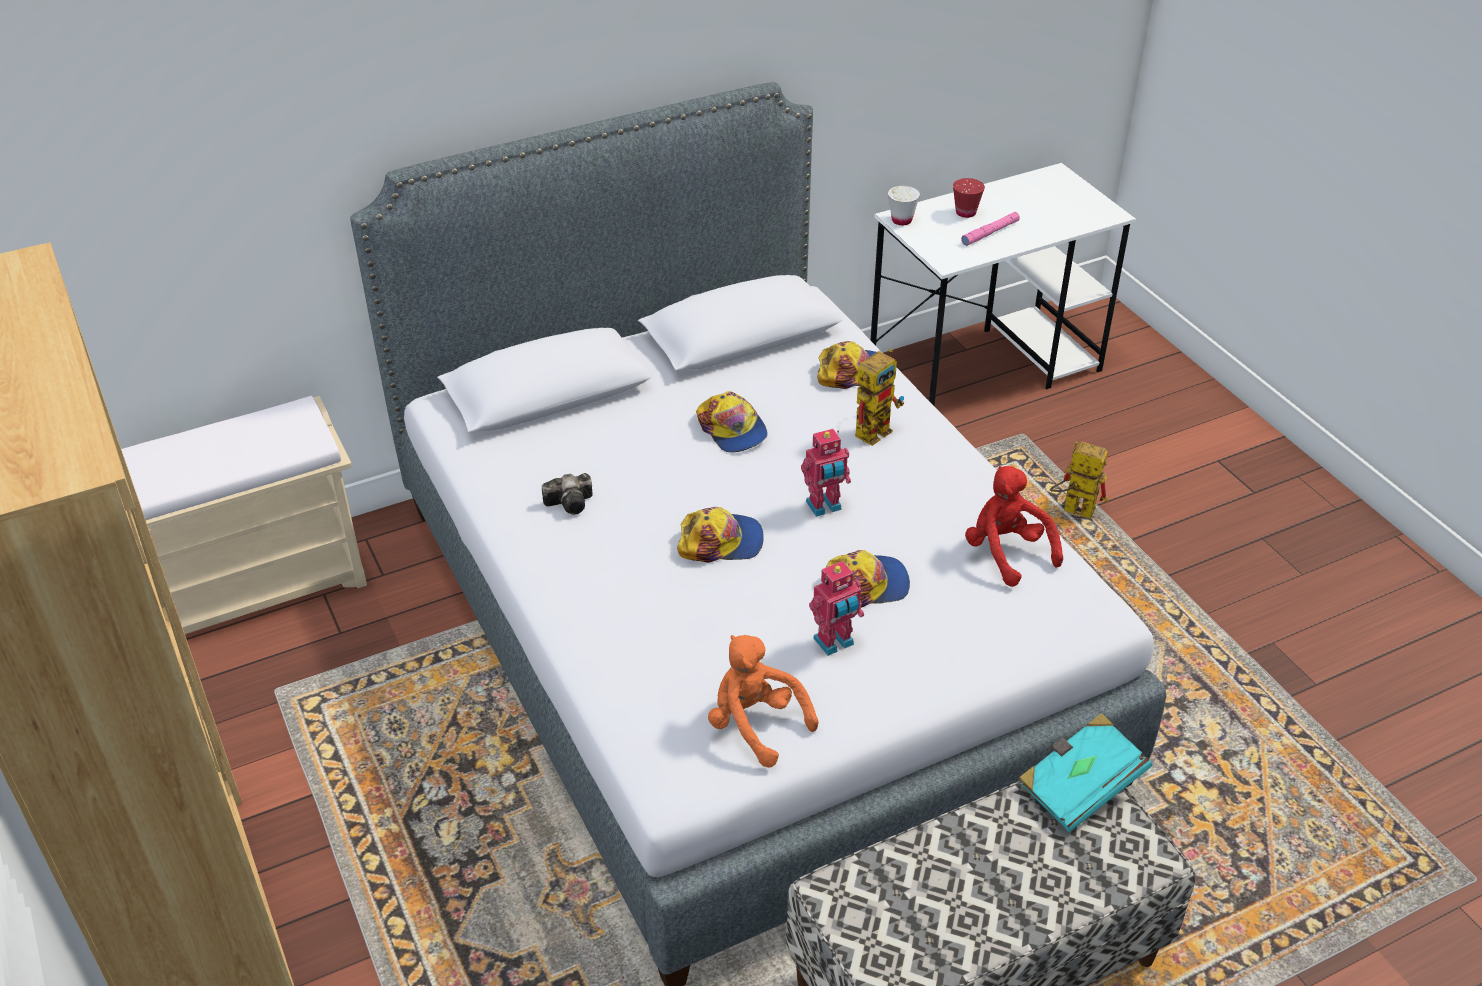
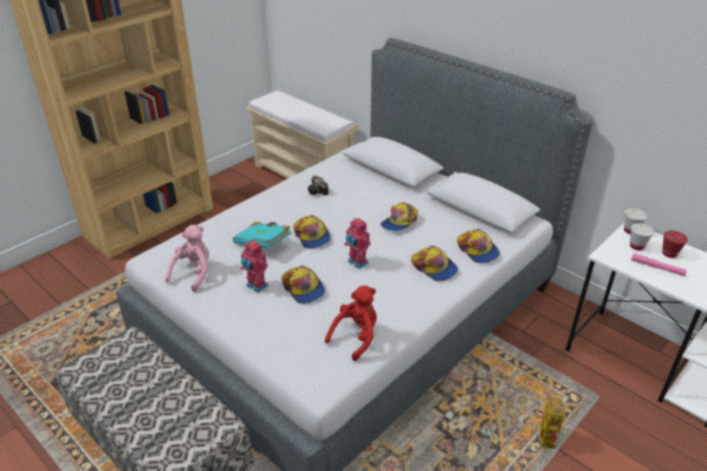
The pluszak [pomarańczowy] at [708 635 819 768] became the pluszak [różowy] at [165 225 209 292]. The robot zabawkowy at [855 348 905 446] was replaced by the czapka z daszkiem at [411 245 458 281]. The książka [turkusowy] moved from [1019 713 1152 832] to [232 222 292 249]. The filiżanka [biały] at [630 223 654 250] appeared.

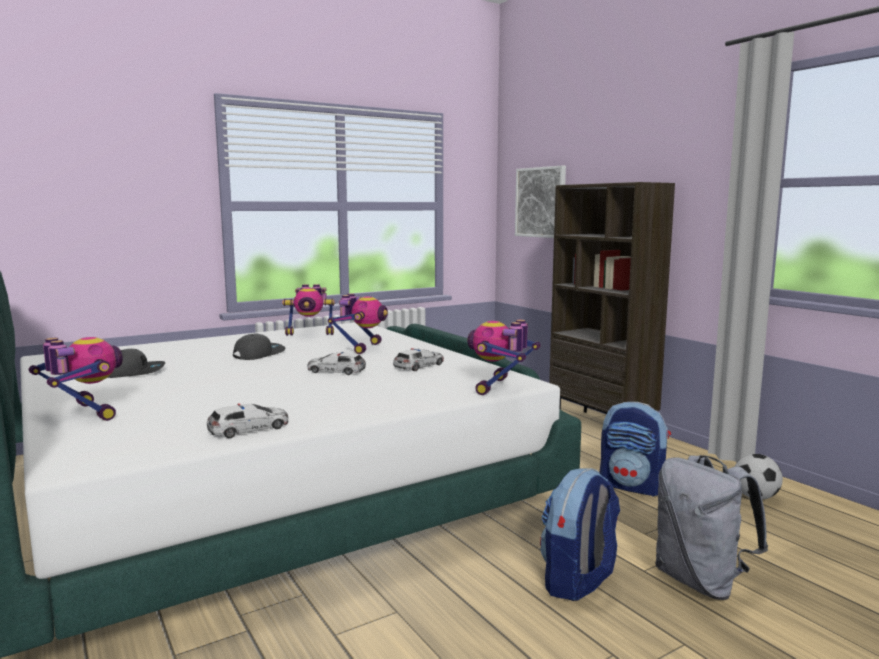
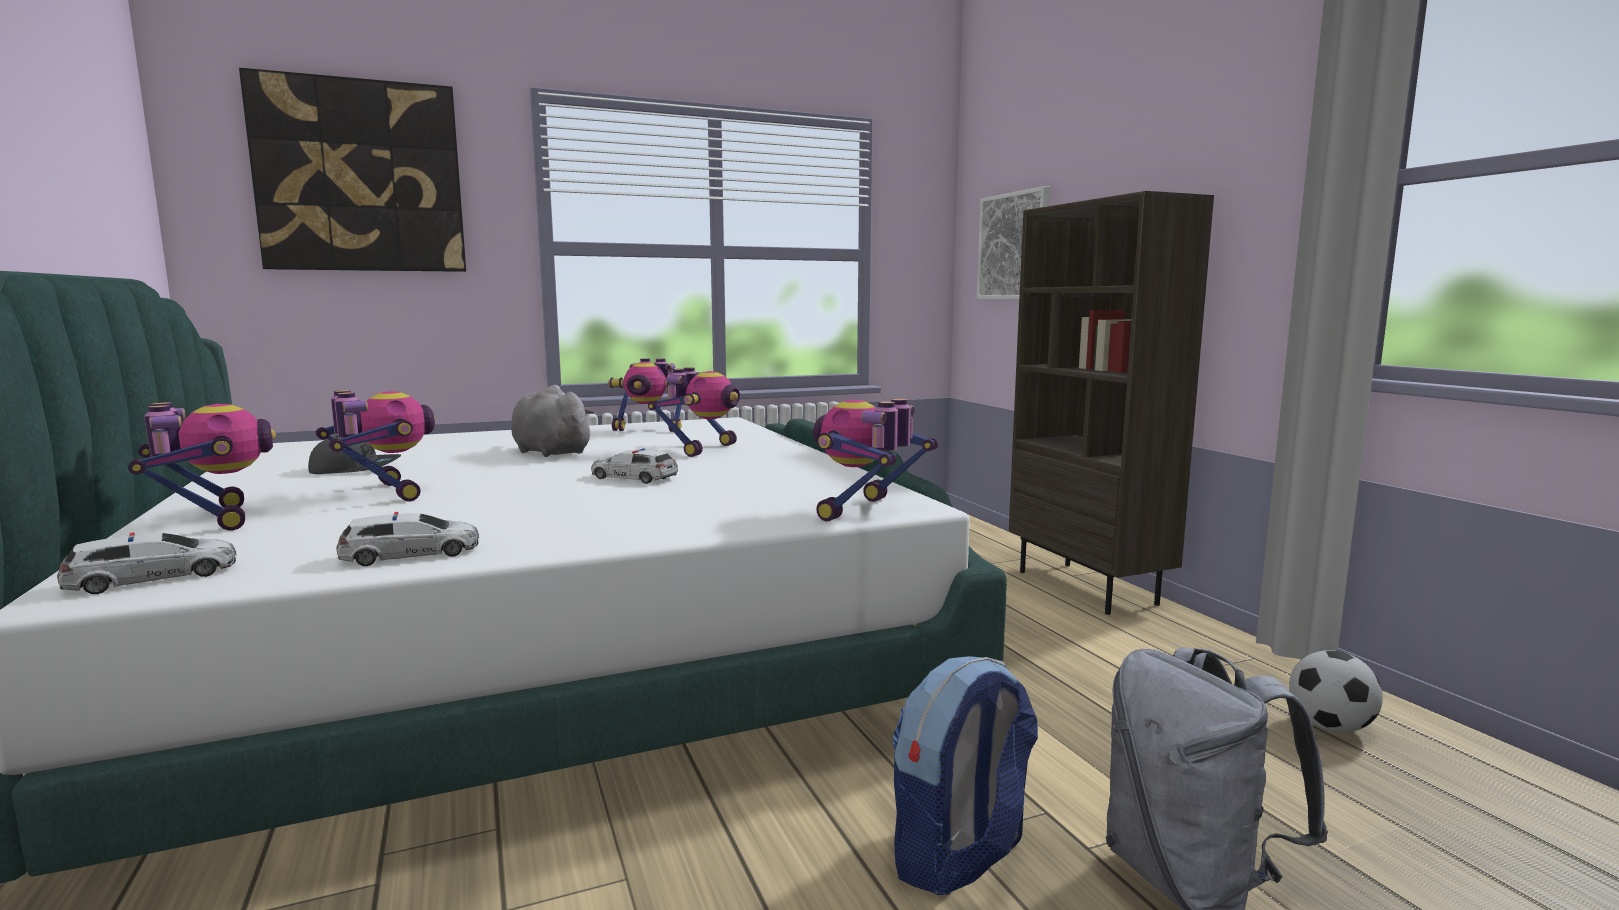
The czapka z daszkiem [szary] at [233 333 285 360] was replaced by the pluszak [szary] at [511 385 595 457]. The samochodzik moved from [393 348 444 371] to [57 532 236 594]. The plecak at [600 402 671 496] disappeared. The obraz at [239 68 466 272] appeared. The robot zabawkowy at [316 390 435 502] appeared.

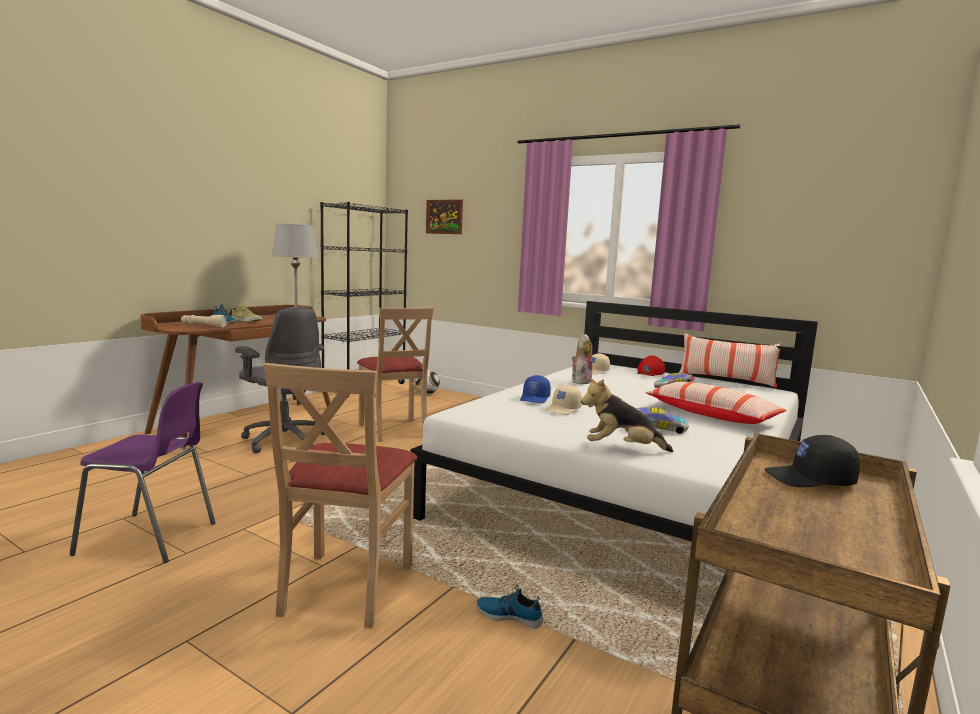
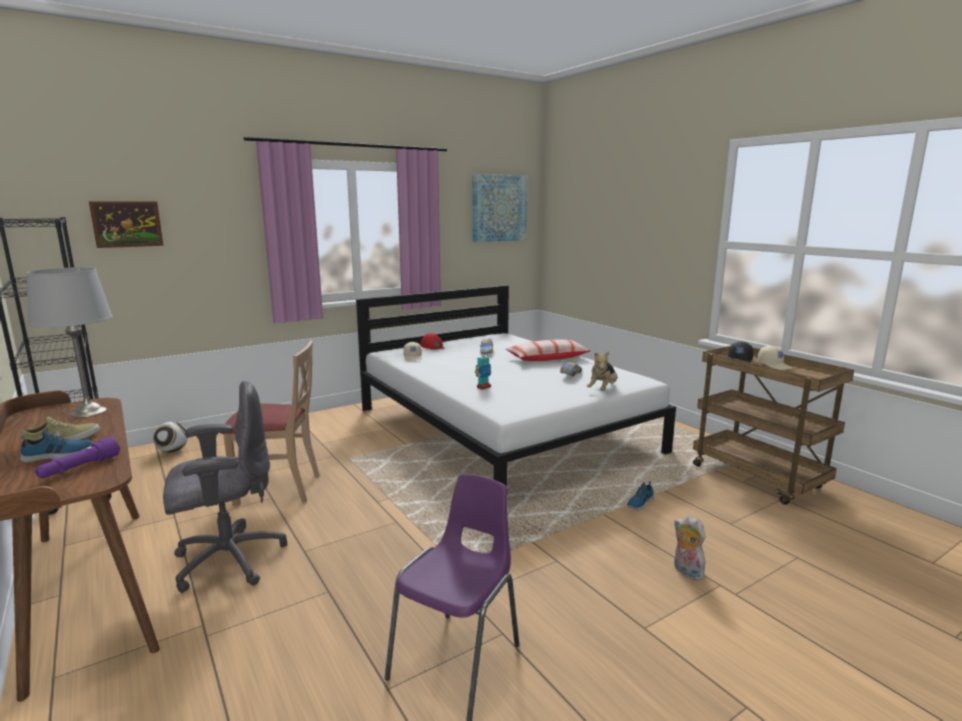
The latarka [beżowy] at [181 315 227 327] became the latarka [fioletowy] at [35 437 120 478]. The krzesło [beżowy] at [264 363 417 629] disappeared. The czapka z daszkiem [niebieski] at [520 375 551 404] was replaced by the robot zabawkowy at [475 355 491 390]. The czapka z daszkiem [beżowy] moved from [546 385 582 415] to [757 346 793 370]. The pluszak moved from [572 334 592 384] to [674 516 705 580]. The poduszka at [679 333 782 388] disappeared. The obraz at [472 174 528 242] appeared.

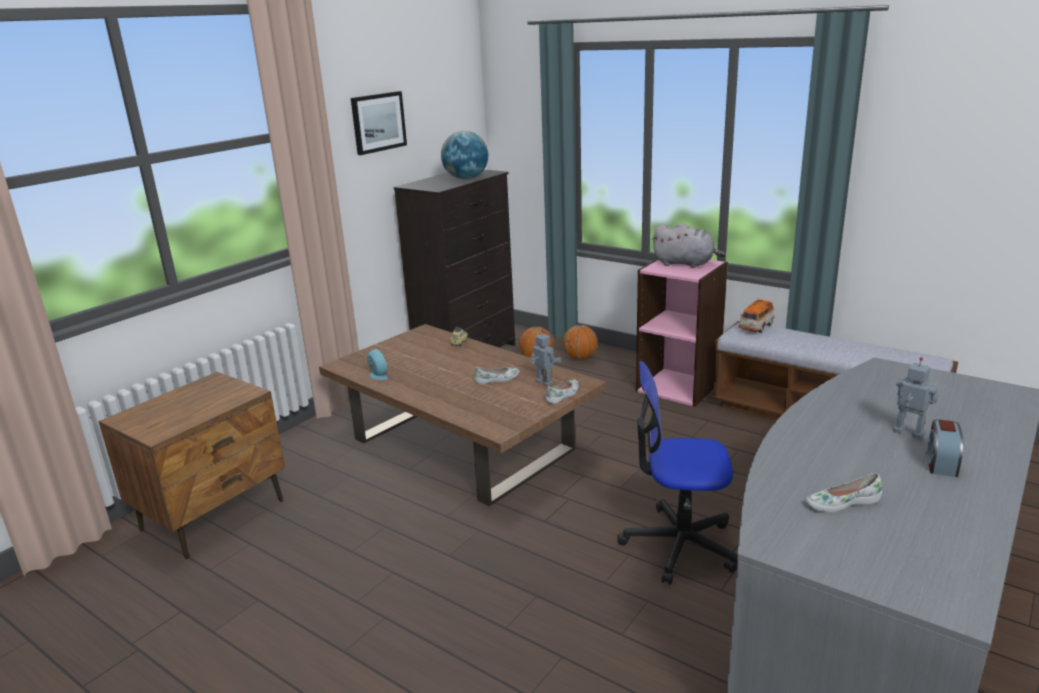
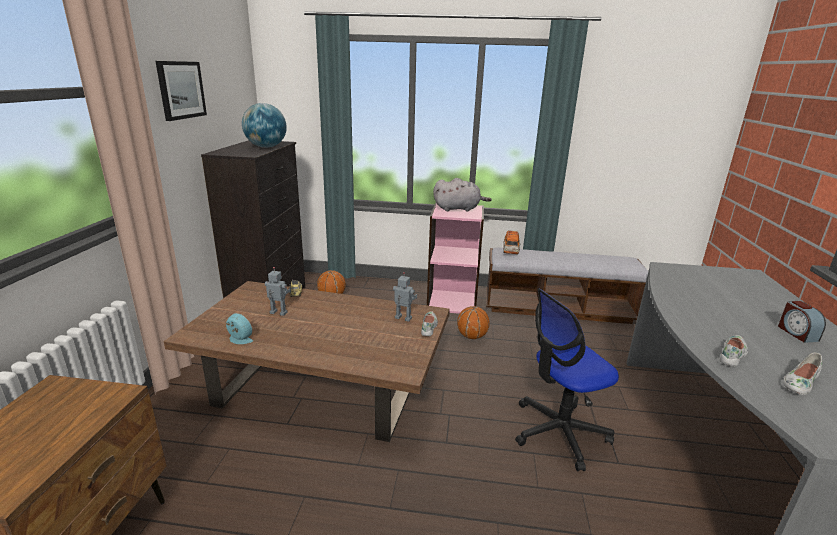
The but [biały] moved from [474 367 520 384] to [720 335 748 367]. The piłka do koszykówki moved from [563 325 597 360] to [457 306 490 339]. The robot zabawkowy moved from [893 357 938 439] to [265 267 292 316].

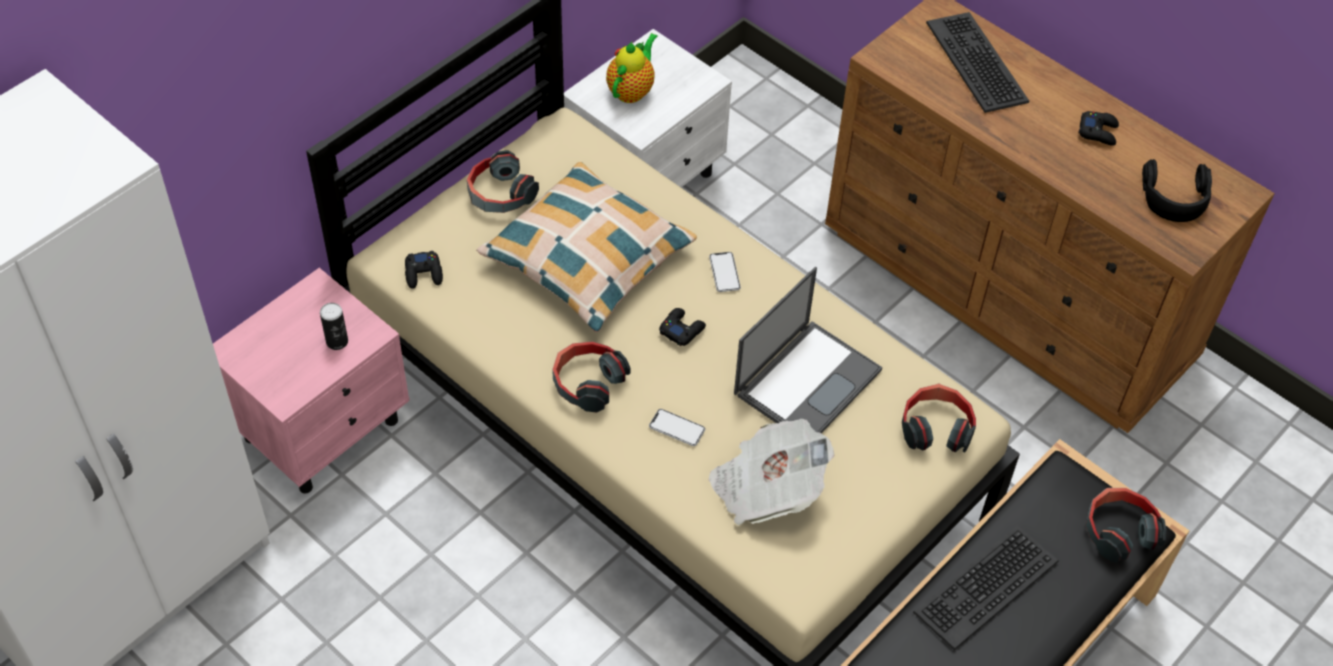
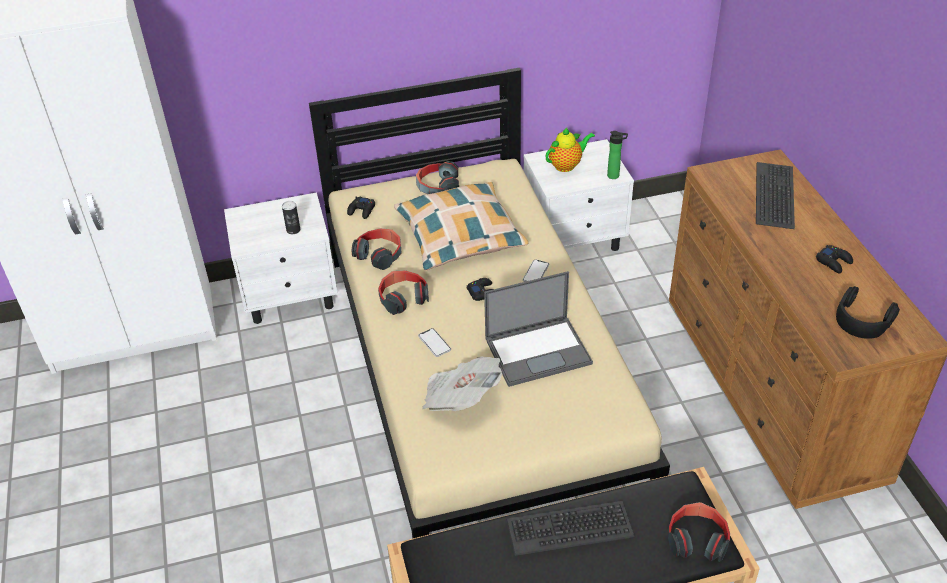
The szafka nocna [różowy] at [213 268 410 494] became the szafka nocna [biały] at [224 192 338 324]. The słuchawki moved from [902 384 976 452] to [351 228 401 270]. The butelka at [607 131 628 179] appeared.

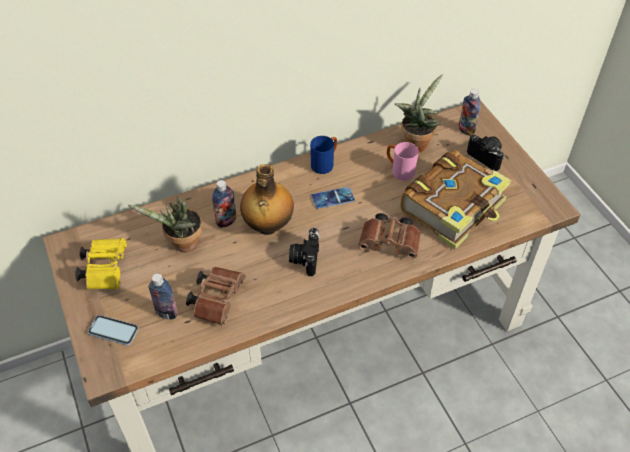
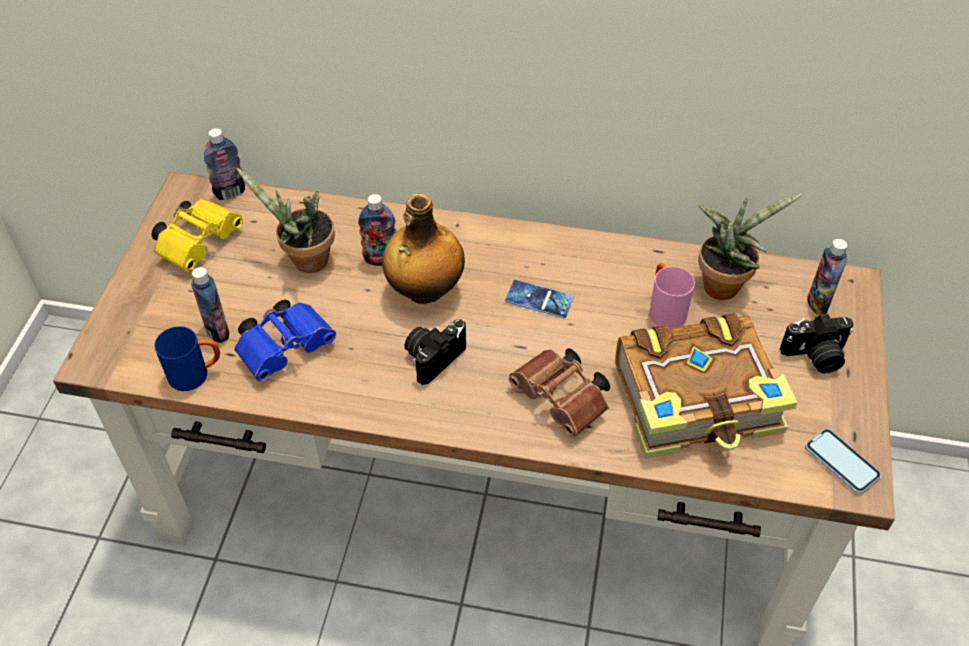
The telefon moved from [88 315 139 345] to [805 428 881 494]. The lornetka [brązowy] at [186 267 246 325] became the lornetka [niebieski] at [234 300 336 381]. The kubek [niebieski] moved from [310 136 337 174] to [154 326 220 391]. The aparat fotograficzny at [467 135 504 171] turned 90 degrees clockwise. The butelka at [204 128 245 200] appeared.

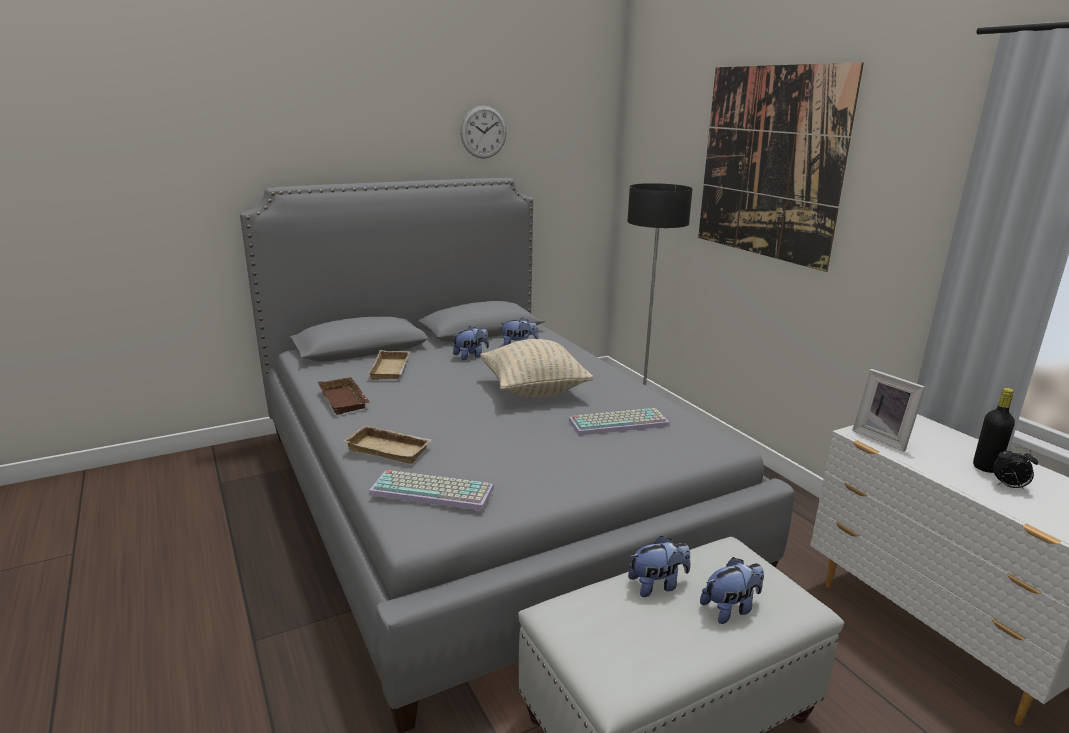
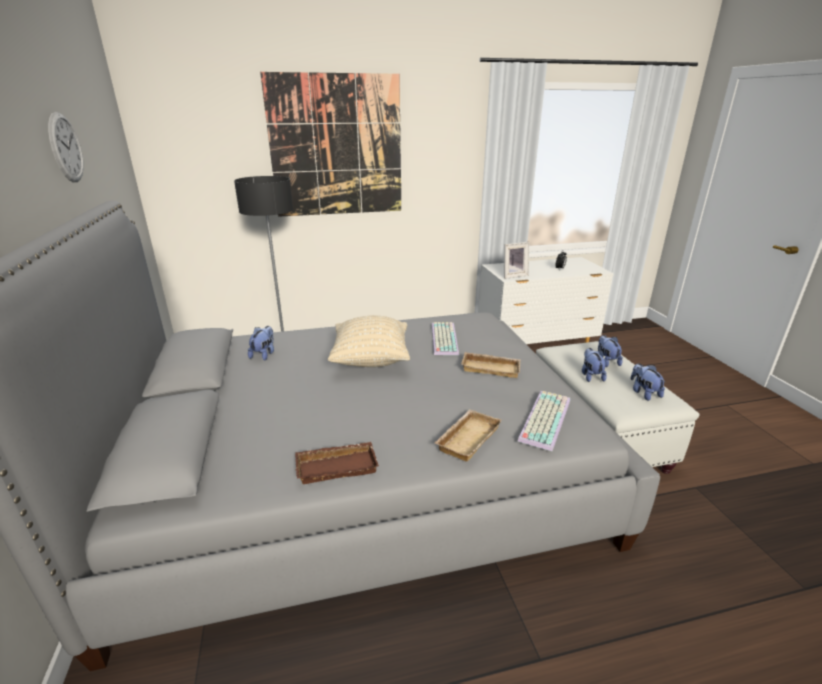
The taca [beżowy] moved from [369 350 410 380] to [461 352 521 378]. The pluszak moved from [453 326 489 360] to [631 363 665 401]. The butelka [czarny] at [973 388 1015 473] disappeared.

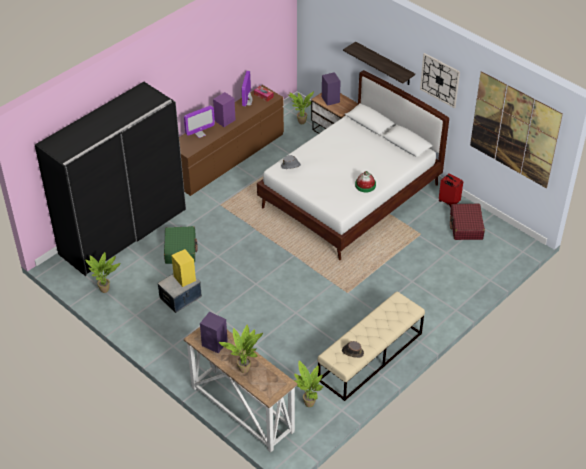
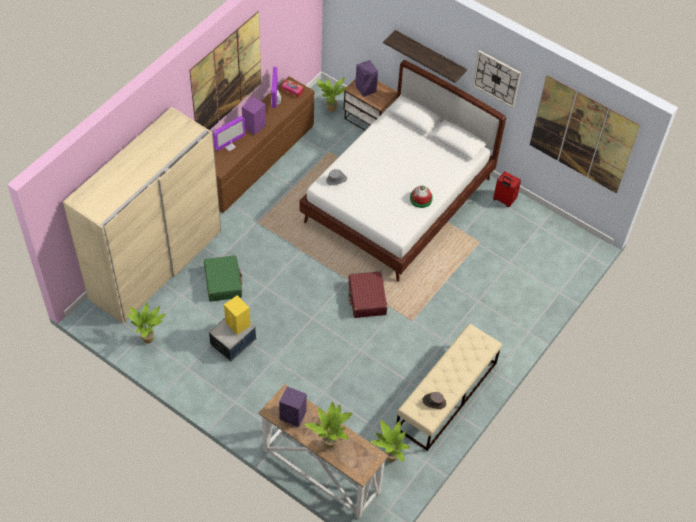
The szafa [czarny] at [35 82 186 276] became the szafa [beżowy] at [63 107 221 324]. The walizka [czerwony] moved from [450 203 485 240] to [348 272 387 318]. The obraz at [189 11 261 130] appeared.

